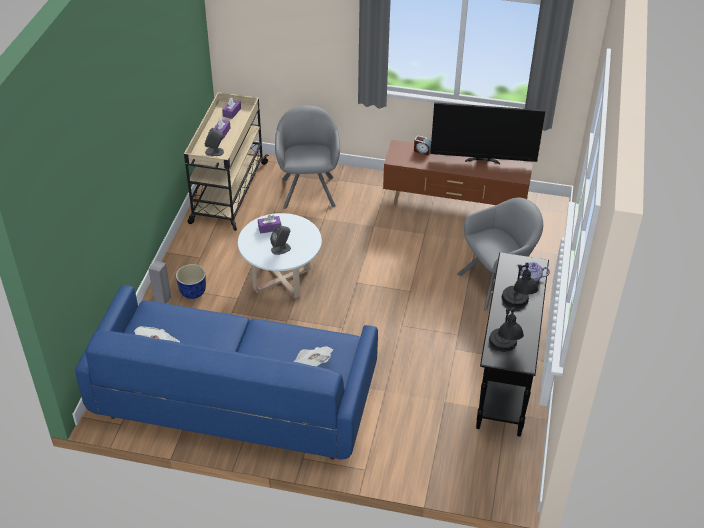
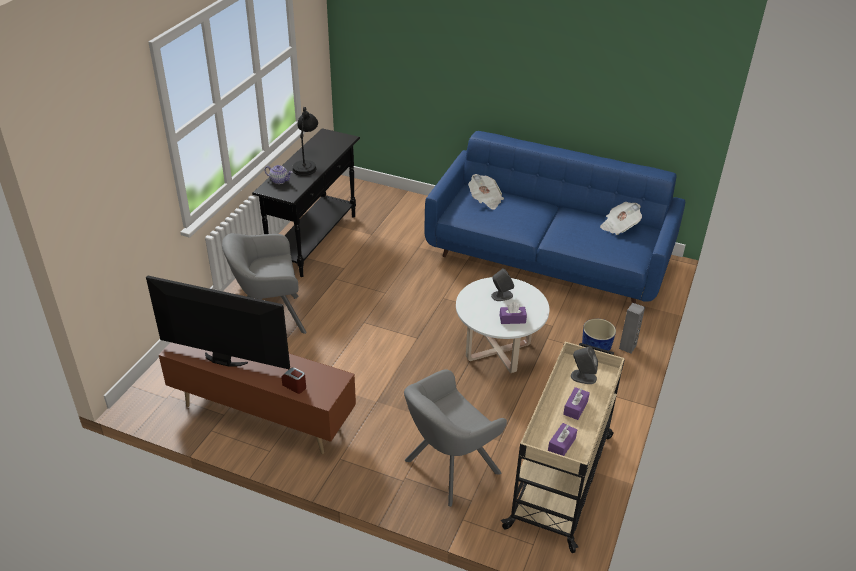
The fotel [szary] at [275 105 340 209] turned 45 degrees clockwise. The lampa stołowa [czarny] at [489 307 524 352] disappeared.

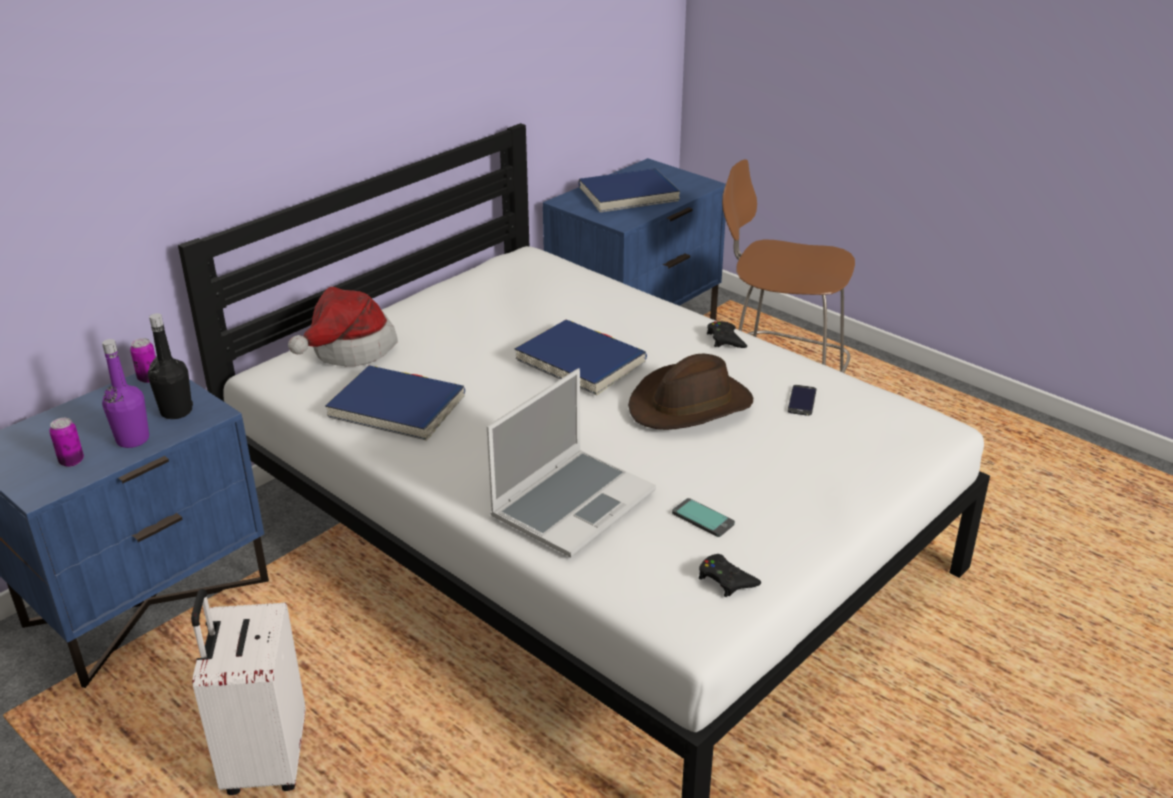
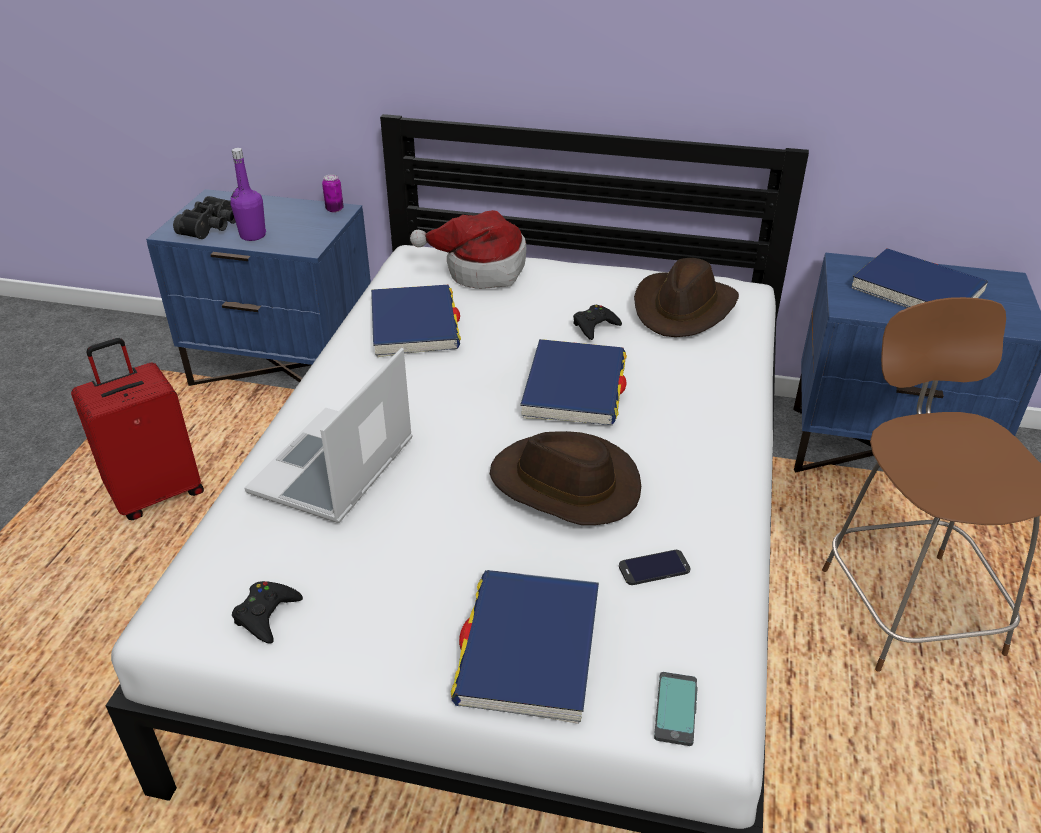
The puszka at [49 418 84 467] was replaced by the lornetka [czarny] at [173 196 236 239]. The butelka [czarny] at [148 313 193 419] disappeared. The walizka [biały] at [191 589 306 795] became the walizka [czerwony] at [71 338 204 520]. The laptop at [487 368 656 557] turned 105 degrees clockwise. The telefon moved from [672 498 735 537] to [654 672 698 746]. The pad do gier [czarny] moved from [707 321 747 348] to [573 305 622 340]. The książka [niebieski] at [451 570 599 724] appeared. The kapelusz [brązowy] at [634 258 739 337] appeared.

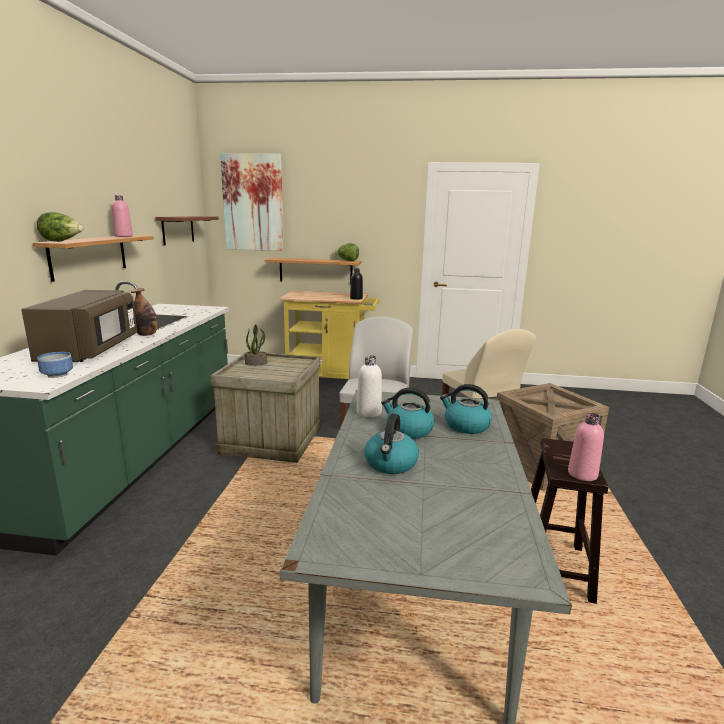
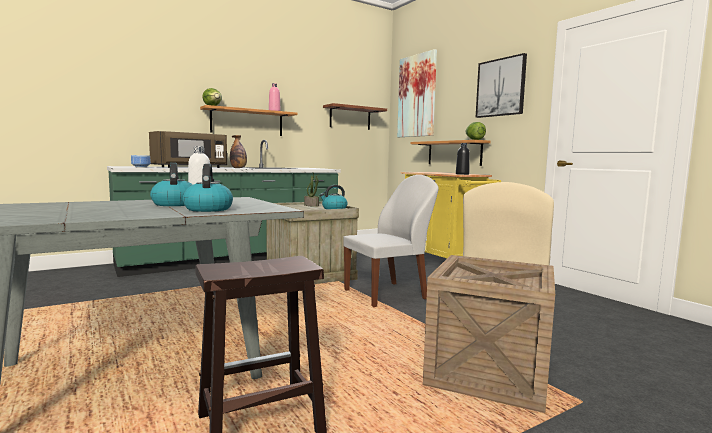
The czajnik moved from [364 413 419 474] to [319 185 348 209]. The butelka [różowy] at [568 413 604 481] disappeared. The obraz at [475 53 527 118] appeared.

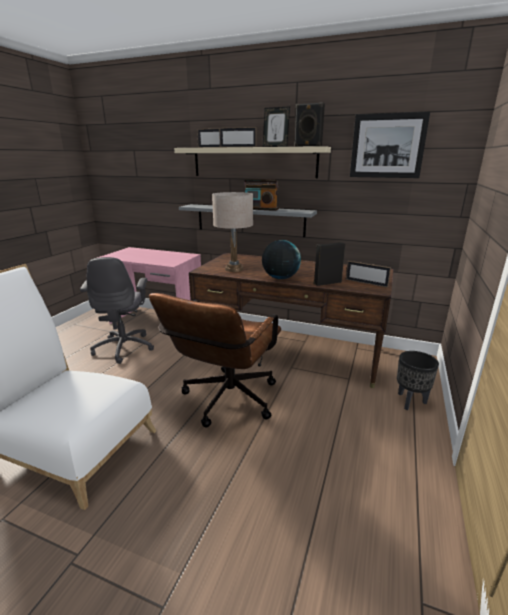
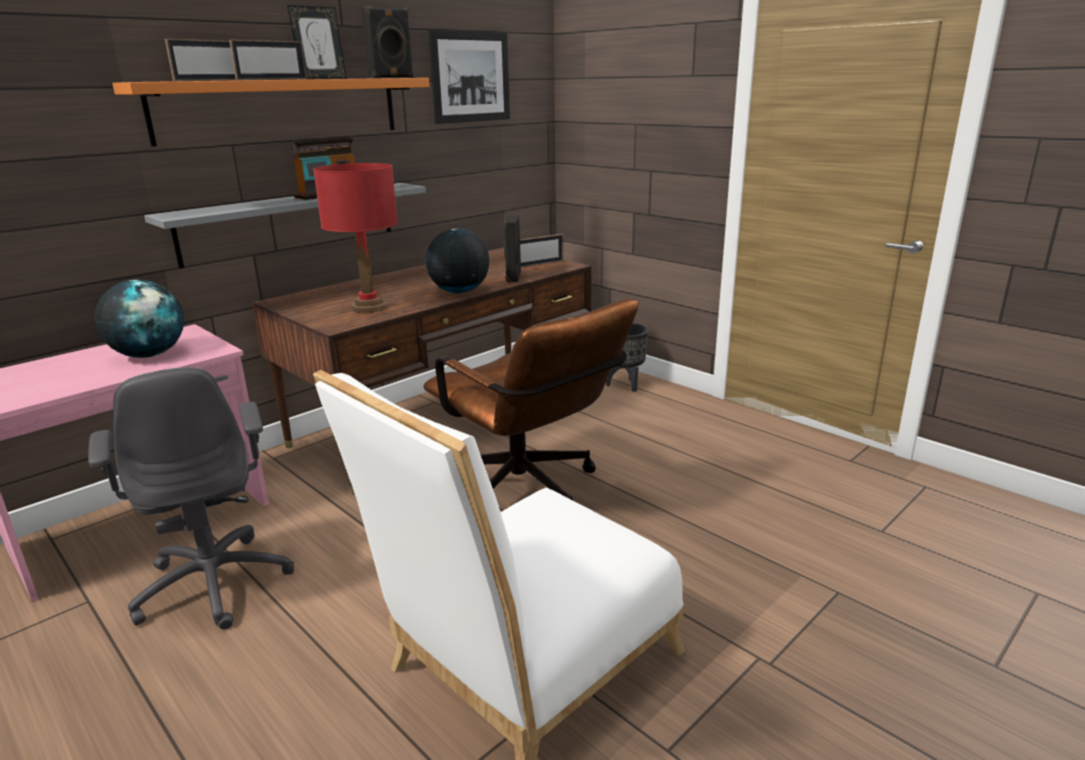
The krzesło biurowe [szary] at [80 257 154 364] turned 45 degrees clockwise. The półka [beżowy] at [174 146 331 178] became the półka [pomarańczowy] at [112 78 430 147]. The lampa stołowa [beżowy] at [212 192 253 272] became the lampa stołowa [czerwony] at [313 163 398 313]. The globus at [95 279 184 358] appeared.

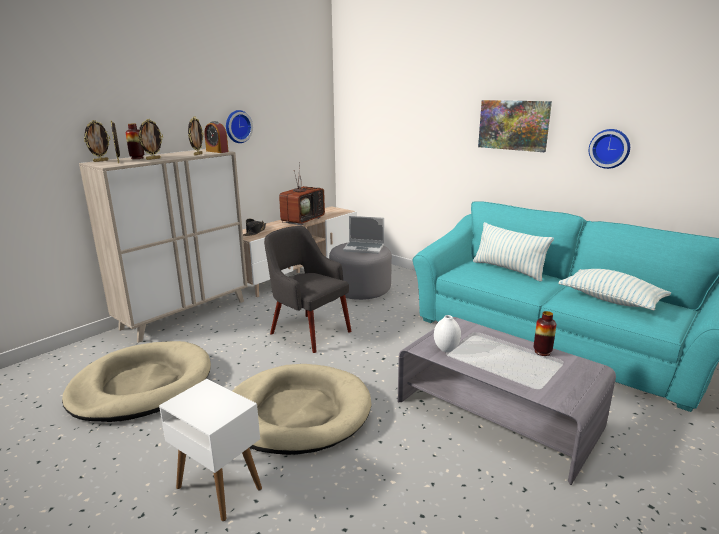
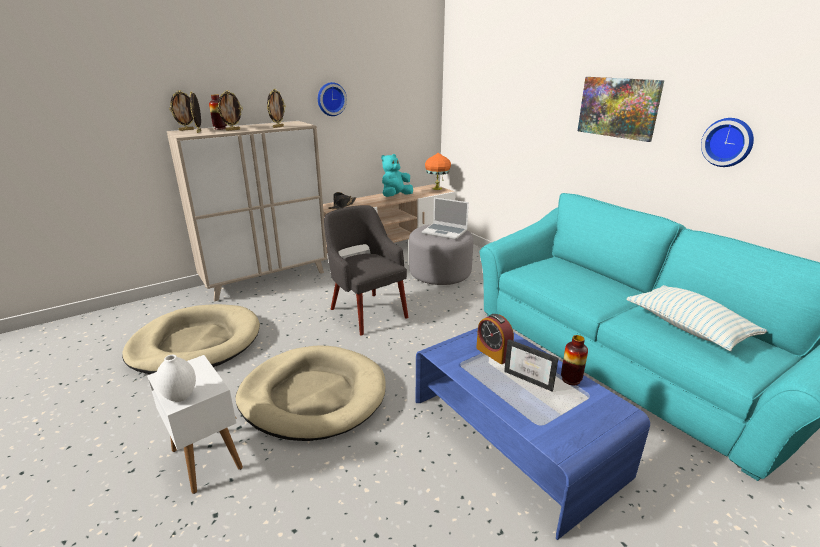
The budzik moved from [204 121 229 153] to [476 314 514 364]. The telewizor at [279 162 325 225] was replaced by the pluszak [turkusowy] at [381 154 413 197]. The ława [szary] at [398 317 616 485] became the ława [niebieski] at [416 328 650 540]. The wazon [biały] moved from [434 315 461 352] to [155 355 196 402]. The poduszka at [473 222 554 282] disappeared. The lampa stołowa [pomarańczowy] at [425 153 451 190] appeared. The ramka na zdjęcie at [504 339 558 391] appeared.

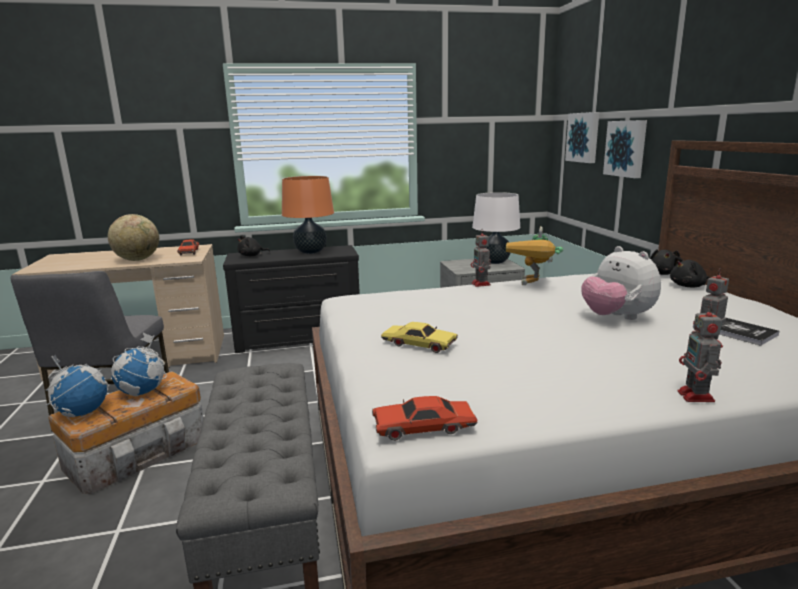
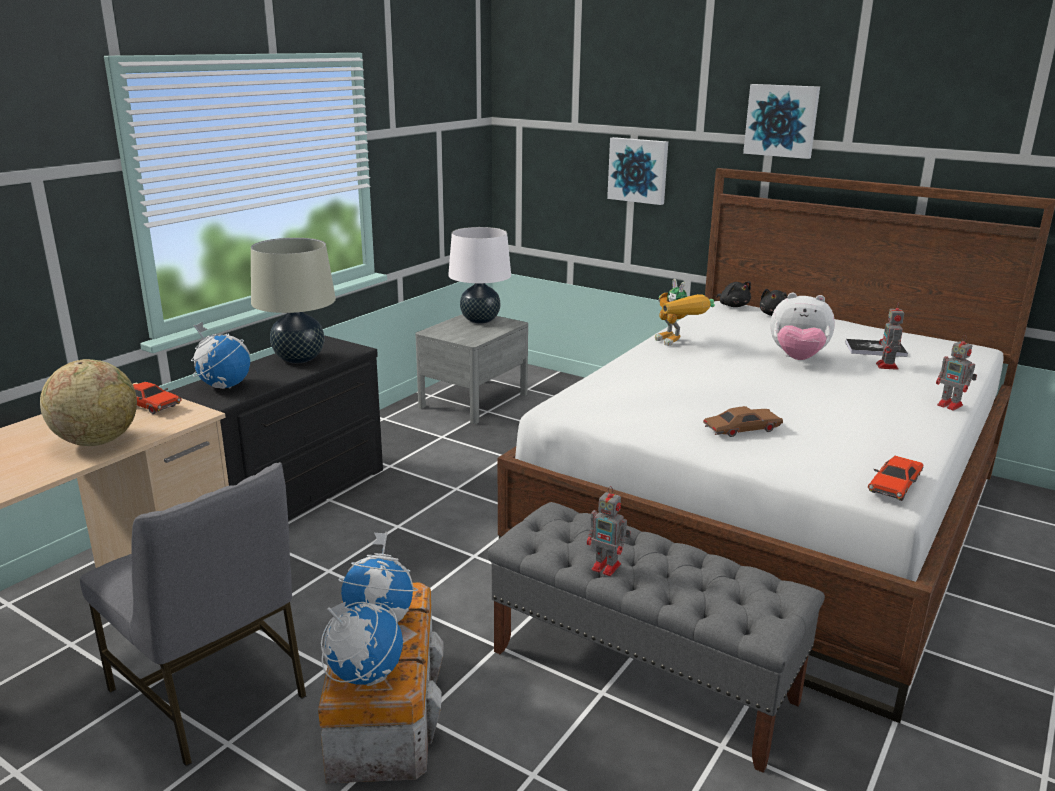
The pluszak [czarny] at [237 235 270 256] was replaced by the globus at [191 322 250 389]. The lampa stołowa [pomarańczowy] at [282 176 334 254] became the lampa stołowa [beżowy] at [251 238 336 363]. The samochodzik [żółty] at [381 322 458 353] became the samochodzik [brązowy] at [703 406 783 437]. The robot zabawkowy moved from [471 229 491 287] to [587 486 631 576]. The obraz moved from [565 112 599 163] to [743 84 820 159].

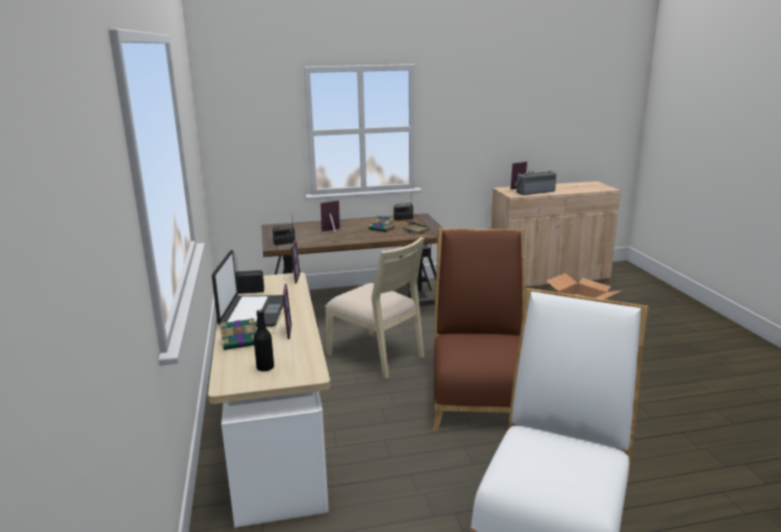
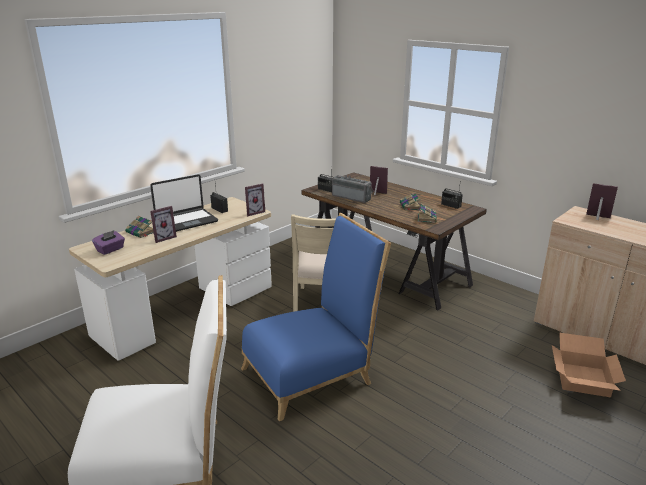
The butelka [czarny] at [254 310 274 371] was replaced by the pudełko chusteczek [fioletowy] at [92 230 125 255]. The krzesło [brązowy] at [433 228 525 431] became the krzesło [niebieski] at [241 213 391 421]. The radio moved from [514 171 556 195] to [332 175 374 203].

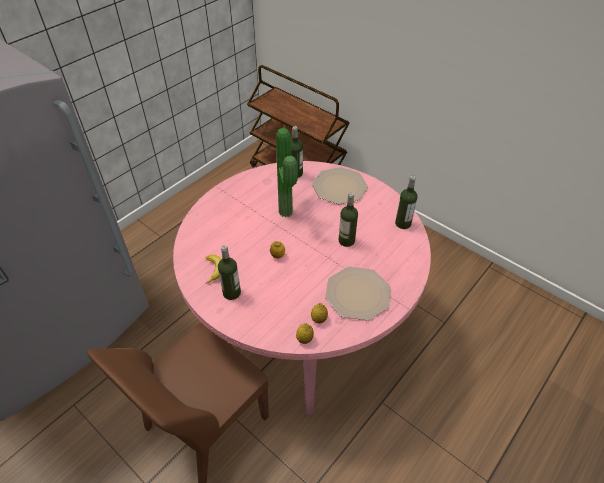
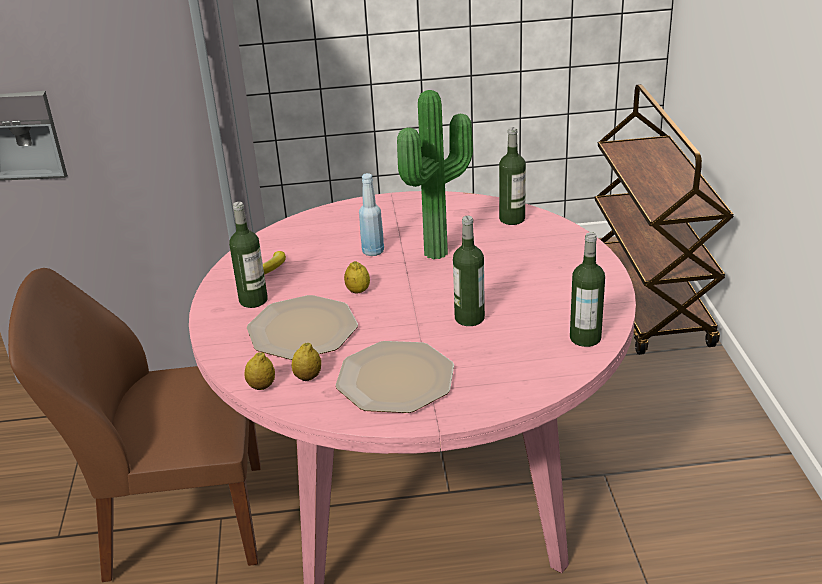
The talerz moved from [312 167 368 204] to [247 295 358 360]. The butelka [niebieski] at [359 173 384 256] appeared.

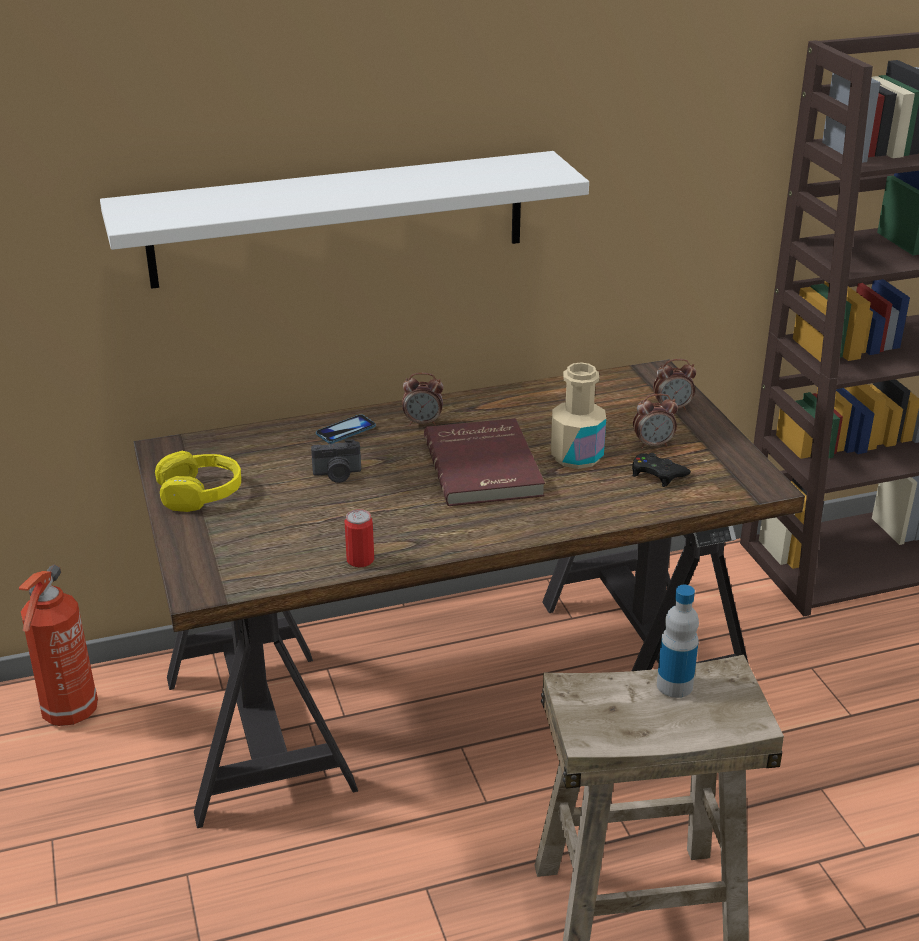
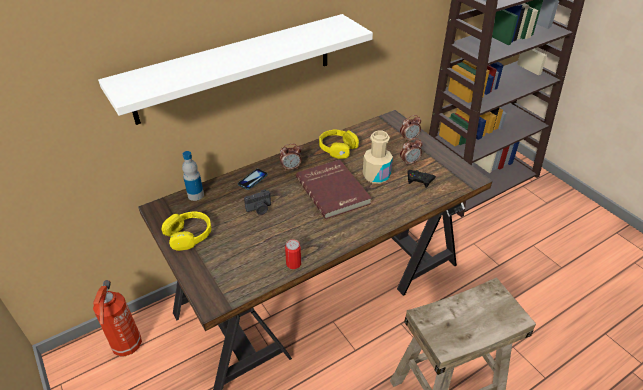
The butelka moved from [657 585 699 698] to [182 151 204 201]. The słuchawki [żółty] at [319 130 359 159] appeared.

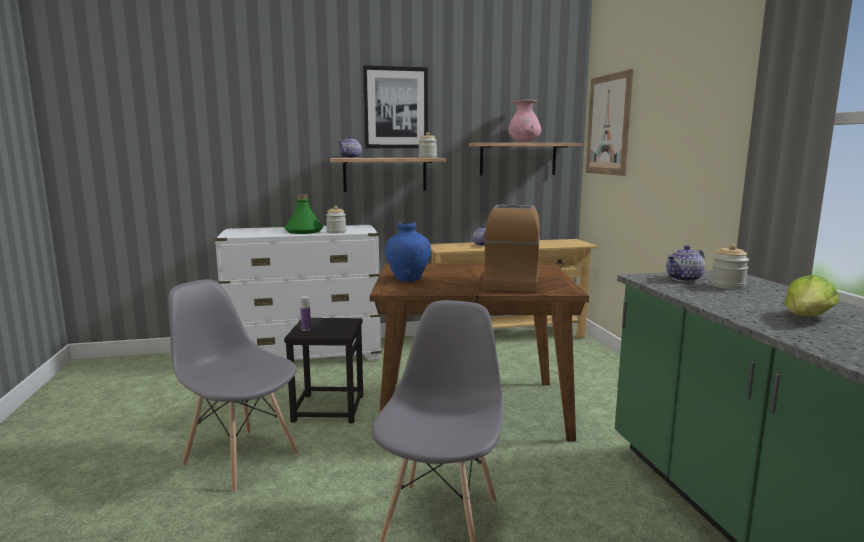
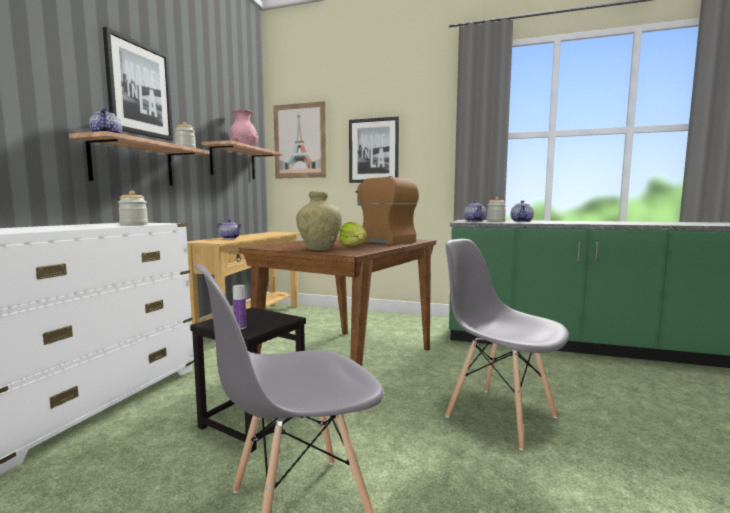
The butelka [zielony] at [284 194 323 234] disappeared. The wazon [niebieski] at [385 222 431 282] became the wazon [beżowy] at [296 192 342 250]. The sałata moved from [784 275 839 316] to [339 222 367 246]. The obraz at [349 117 399 183] appeared. The imbryk at [510 200 534 222] appeared.

